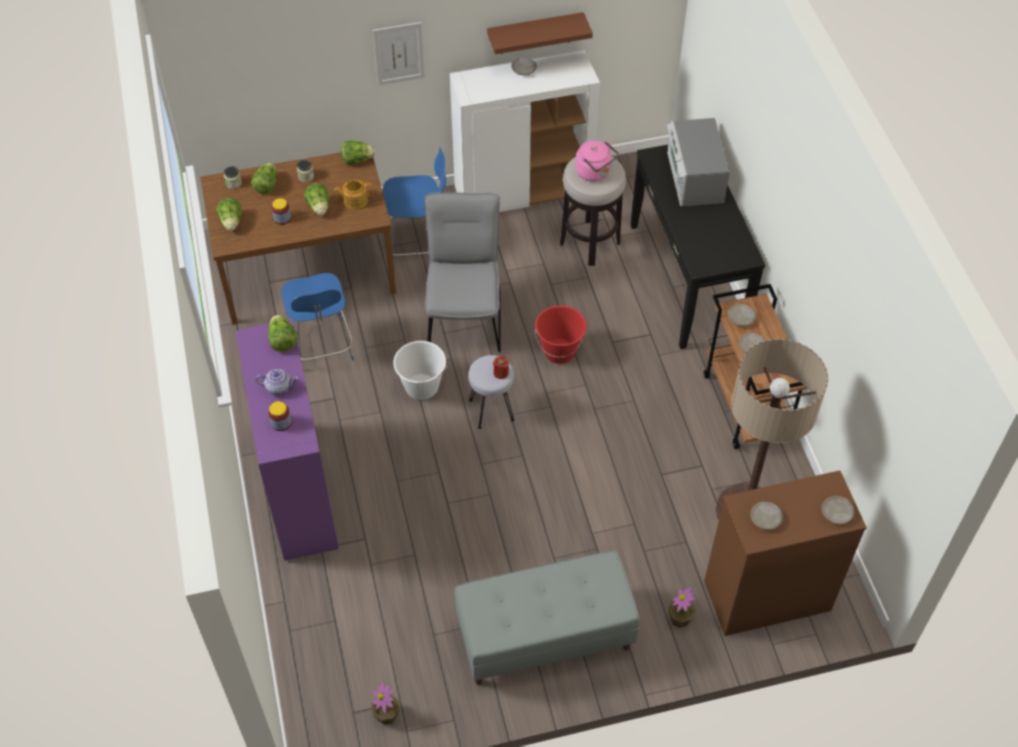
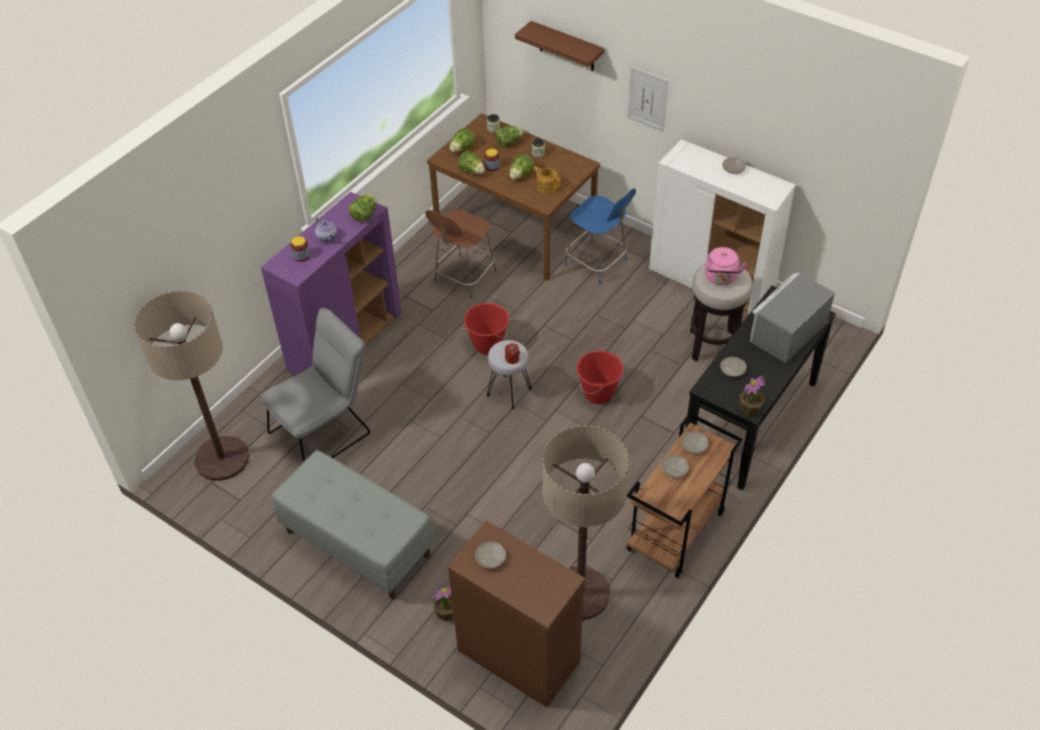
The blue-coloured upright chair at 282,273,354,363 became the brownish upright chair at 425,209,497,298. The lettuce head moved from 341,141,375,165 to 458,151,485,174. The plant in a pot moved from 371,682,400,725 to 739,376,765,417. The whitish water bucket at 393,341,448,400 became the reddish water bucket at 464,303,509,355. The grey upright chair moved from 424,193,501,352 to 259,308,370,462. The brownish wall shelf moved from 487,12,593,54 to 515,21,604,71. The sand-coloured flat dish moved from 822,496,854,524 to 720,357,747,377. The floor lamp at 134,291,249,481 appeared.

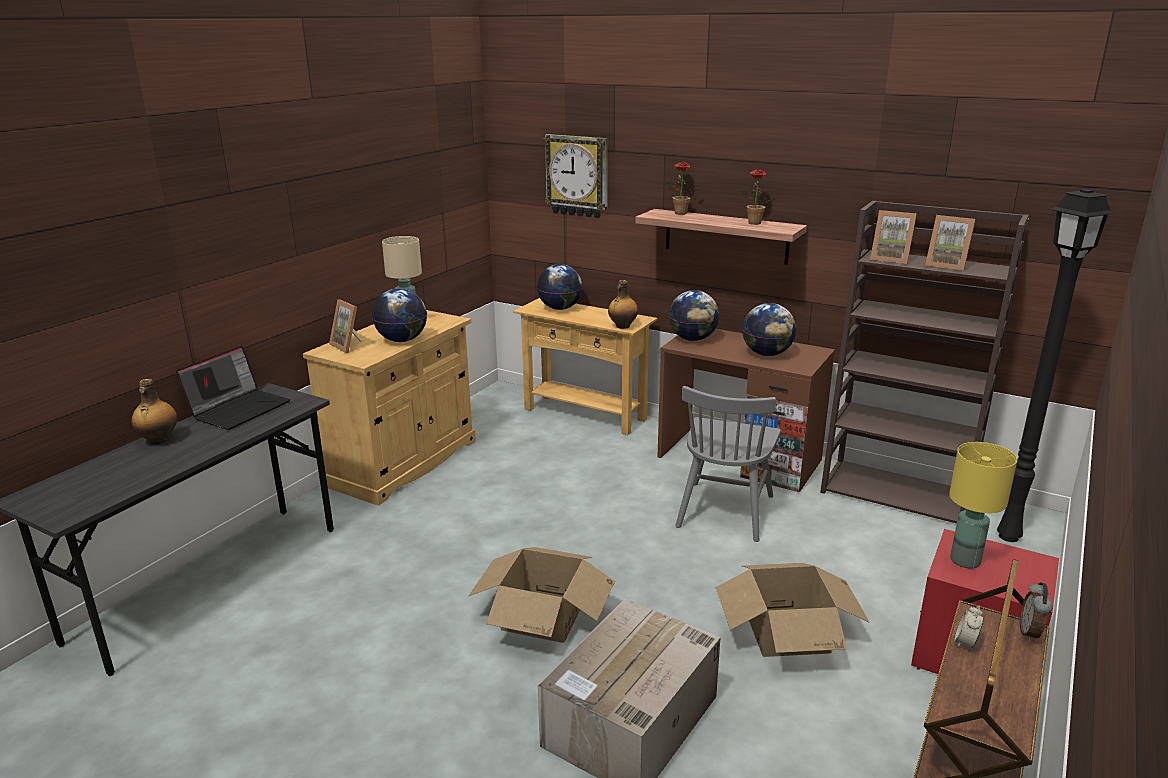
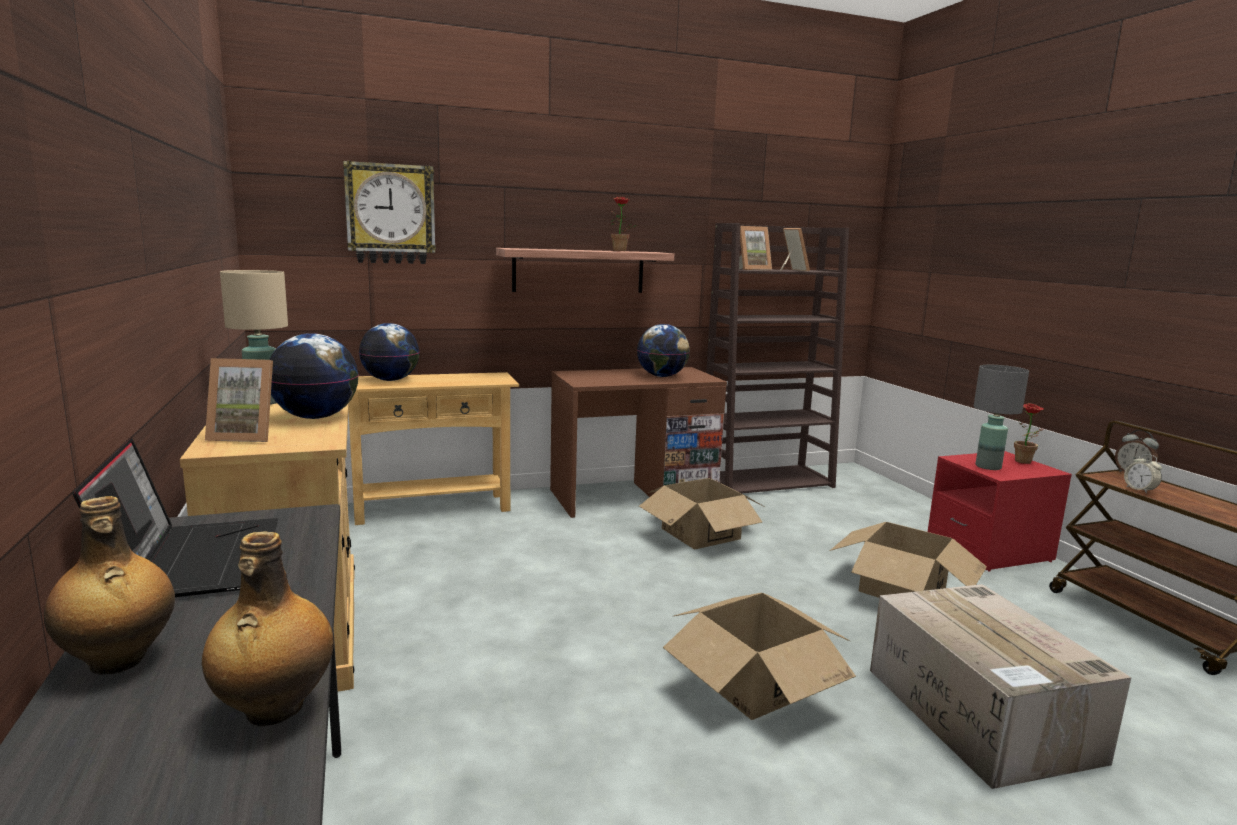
The beverage bottle moved from 608,280,638,329 to 202,532,334,726. The plant in a pot moved from 667,162,701,215 to 1014,403,1044,464. The globe at 668,290,720,341 disappeared. The grey upright chair at 675,386,781,542 was replaced by the cardboard box at 639,478,764,549. The photo frame at 925,215,976,271 turned 90 degrees counterclockwise. The yellowish lamp for a table at 949,442,1017,568 became the grey lamp for a table at 974,365,1029,470. The blackish floor lamp at 997,189,1115,542 disappeared.

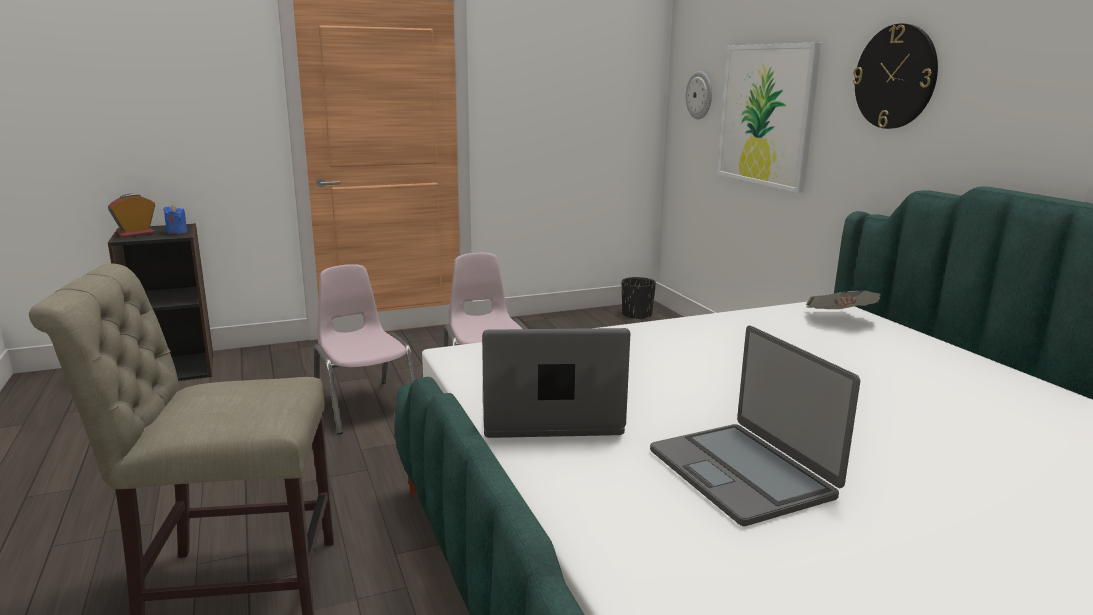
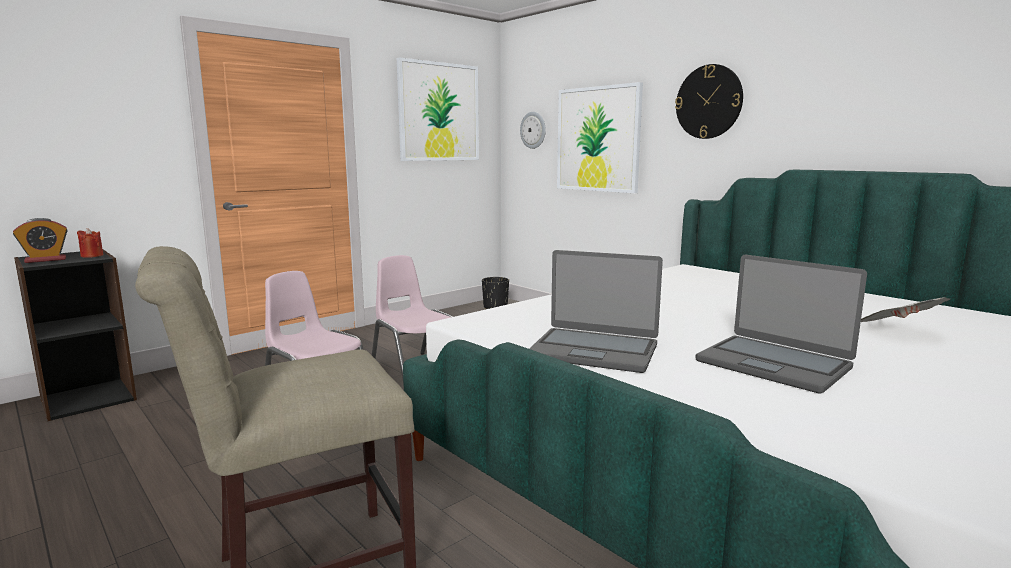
The table clock at 108,194,156,238 turned 150 degrees counterclockwise. The blue-coloured wax light at 163,205,187,234 became the reddish wax light at 77,228,104,258. The portable computer at 482,328,630,438 turned 135 degrees counterclockwise. The printed paper moved from 806,290,881,309 to 861,297,950,322. The picture at 397,57,479,161 appeared.

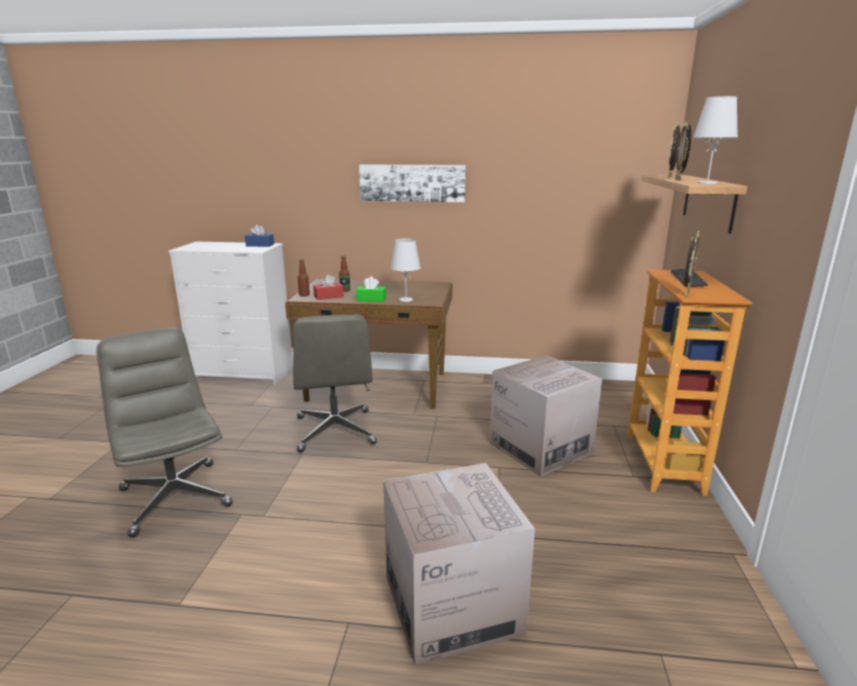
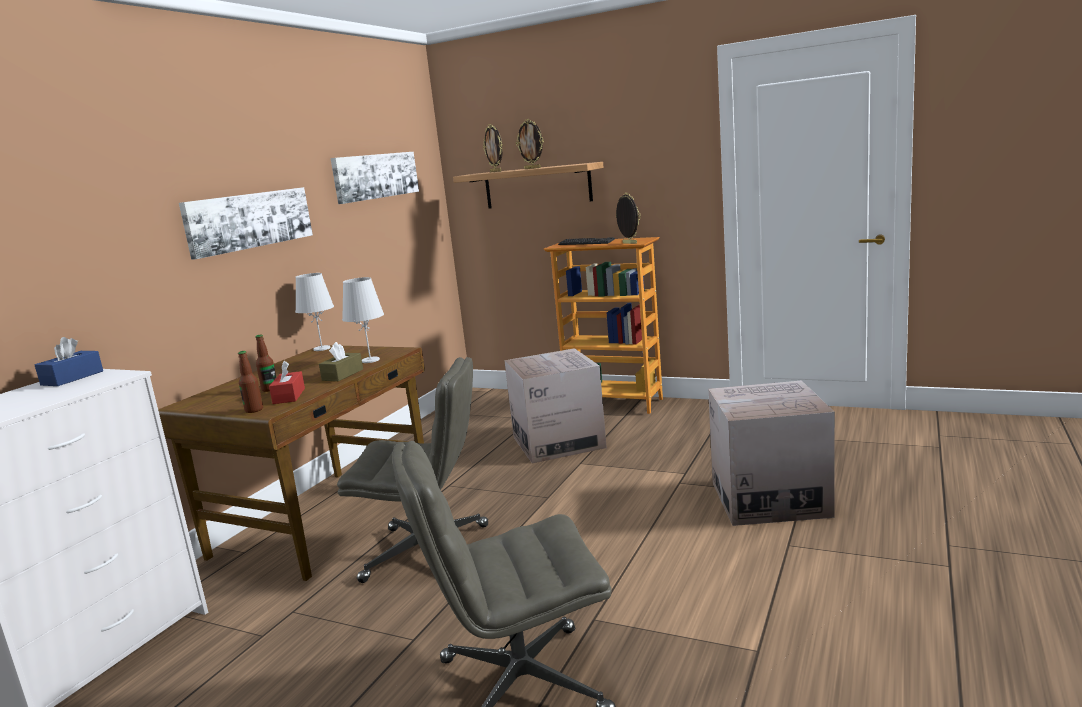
The green-coloured box of tissues at 356,277,386,302 became the brownish box of tissues at 319,342,363,381. The whitish lamp for a table moved from 693,96,738,184 to 295,273,334,351. The picture at 331,152,419,204 appeared.

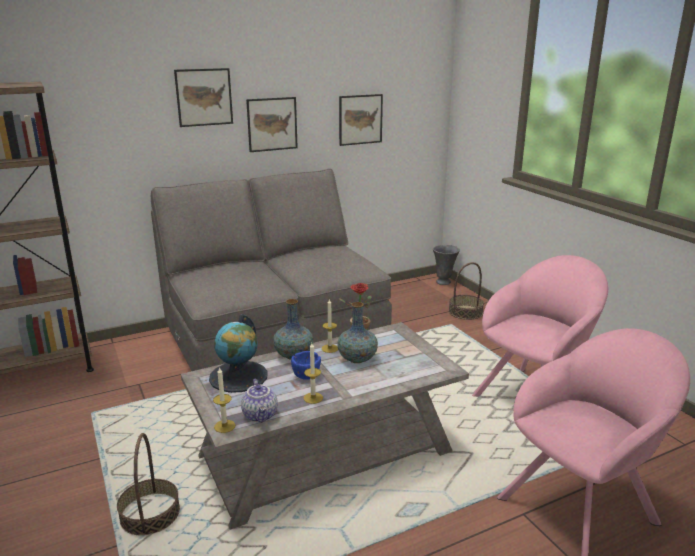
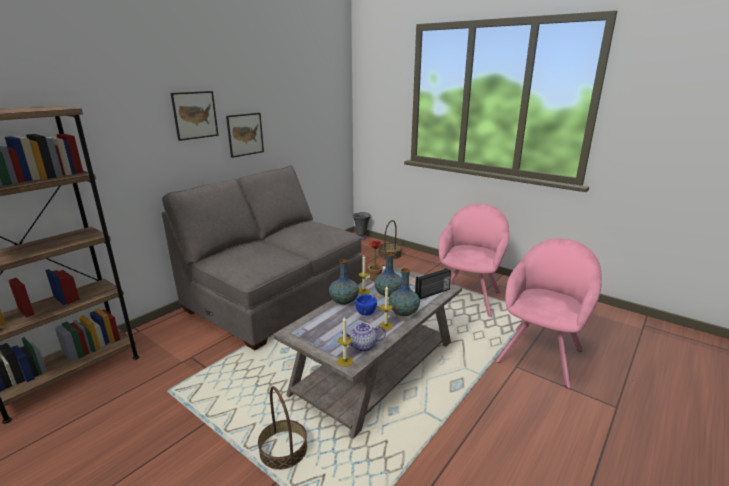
The globe at 209,314,268,393 disappeared. The pot for tea at 241,379,278,422 turned 120 degrees clockwise. The picture at 339,94,383,146 disappeared. The vase at 388,268,420,316 appeared. The radio at 415,268,451,299 appeared.

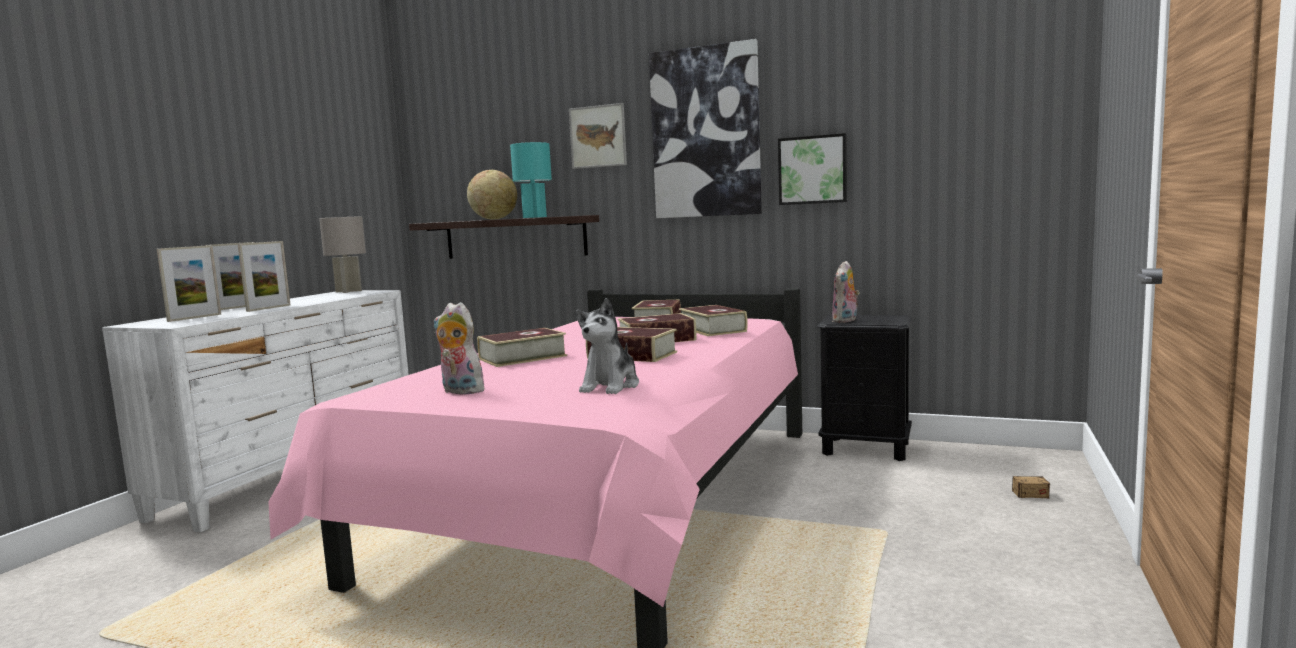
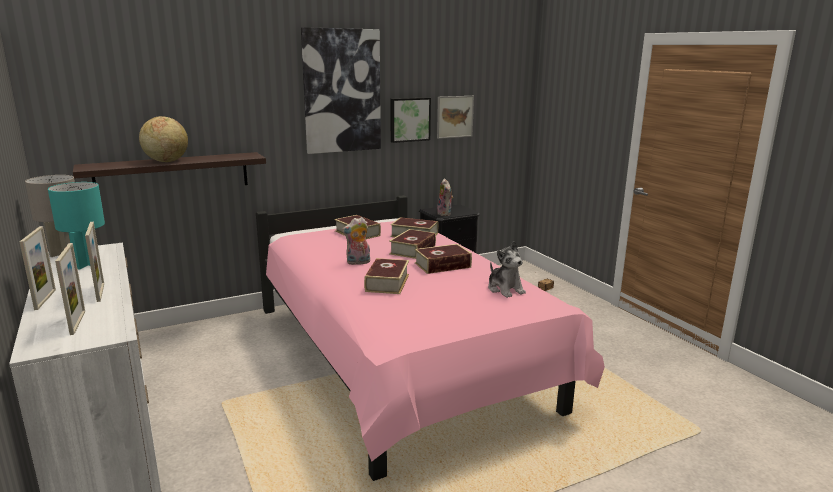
The plush toy moved from 434,302,484,395 to 342,217,370,265. The blue-green lamp for a table moved from 510,142,552,218 to 48,182,105,269. The picture moved from 569,103,627,169 to 437,96,474,139.

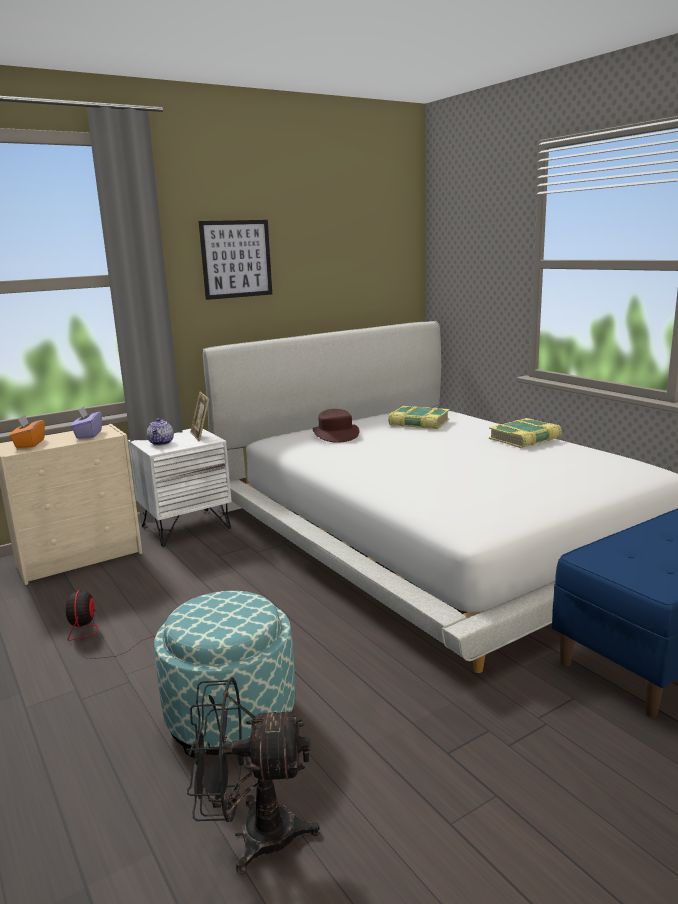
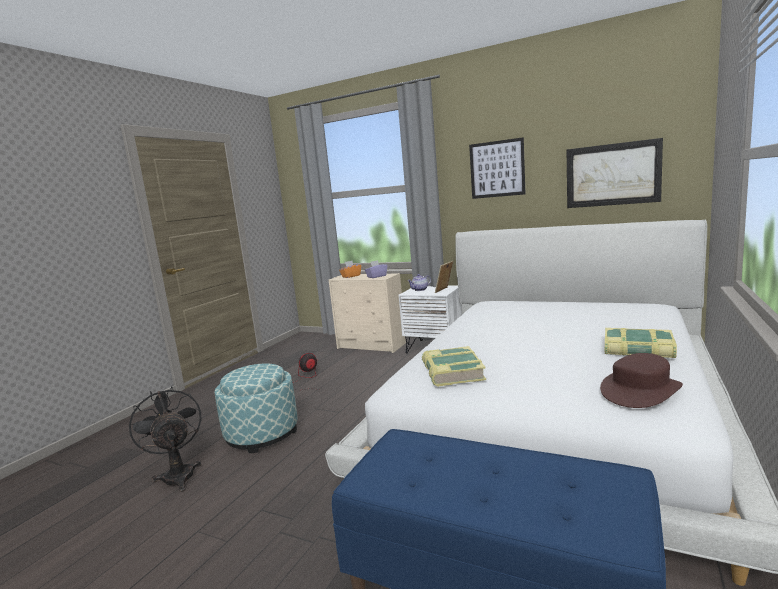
The brownish wearable hat moved from 313,409,360,443 to 600,353,683,408. The book moved from 388,406,450,429 to 422,346,486,387. The picture at 567,138,663,208 appeared.

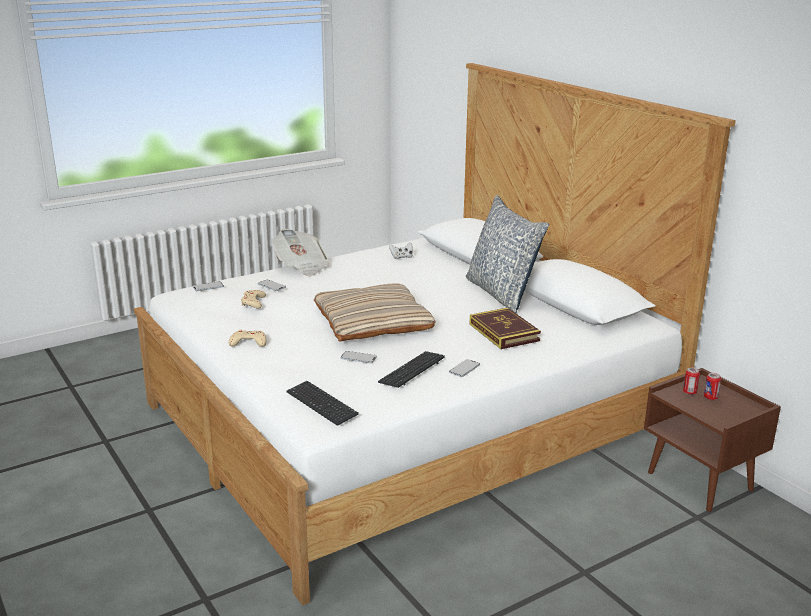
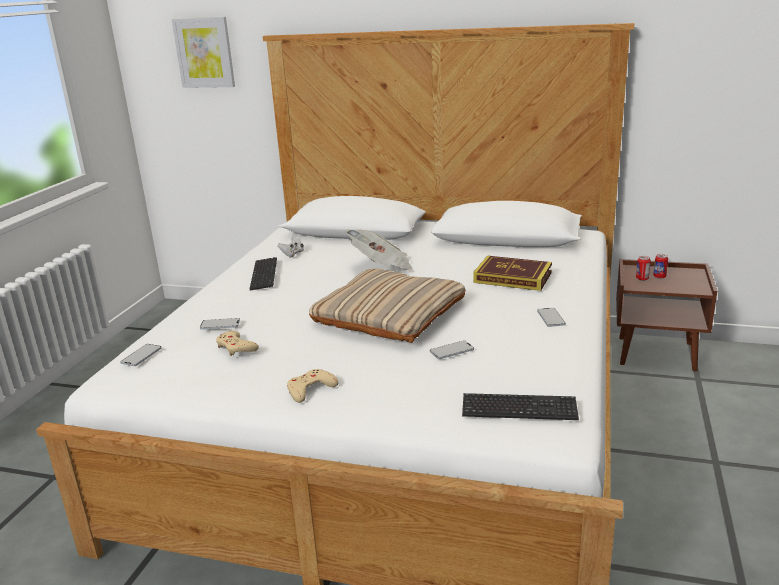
The printed paper moved from 272,229,330,277 to 345,229,413,271. The PC keyboard moved from 378,351,445,388 to 250,257,277,291. The pillow at 466,195,549,313 disappeared. The picture at 172,17,235,88 appeared.

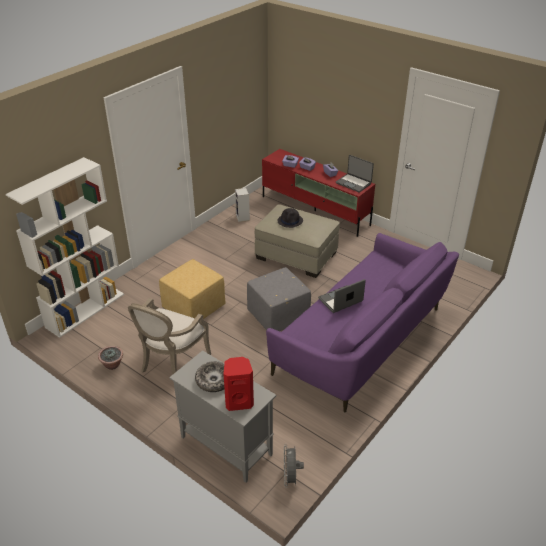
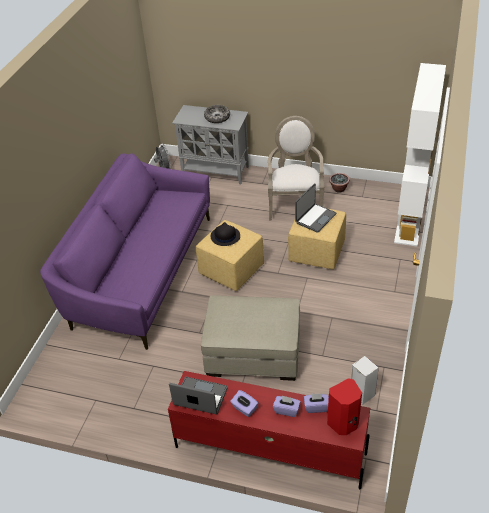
The reddish speaker moved from 223,357,254,411 to 327,378,362,435. The grey footrest at 247,267,311,331 became the yellowish footrest at 196,220,264,291. The blackish wearable hat moved from 277,208,303,228 to 211,222,240,246. The portable computer moved from 318,279,366,313 to 295,183,337,233.

